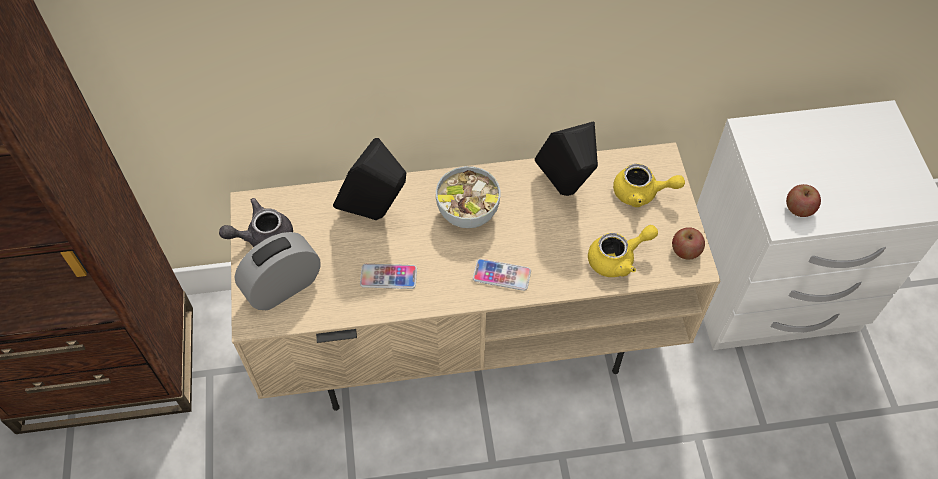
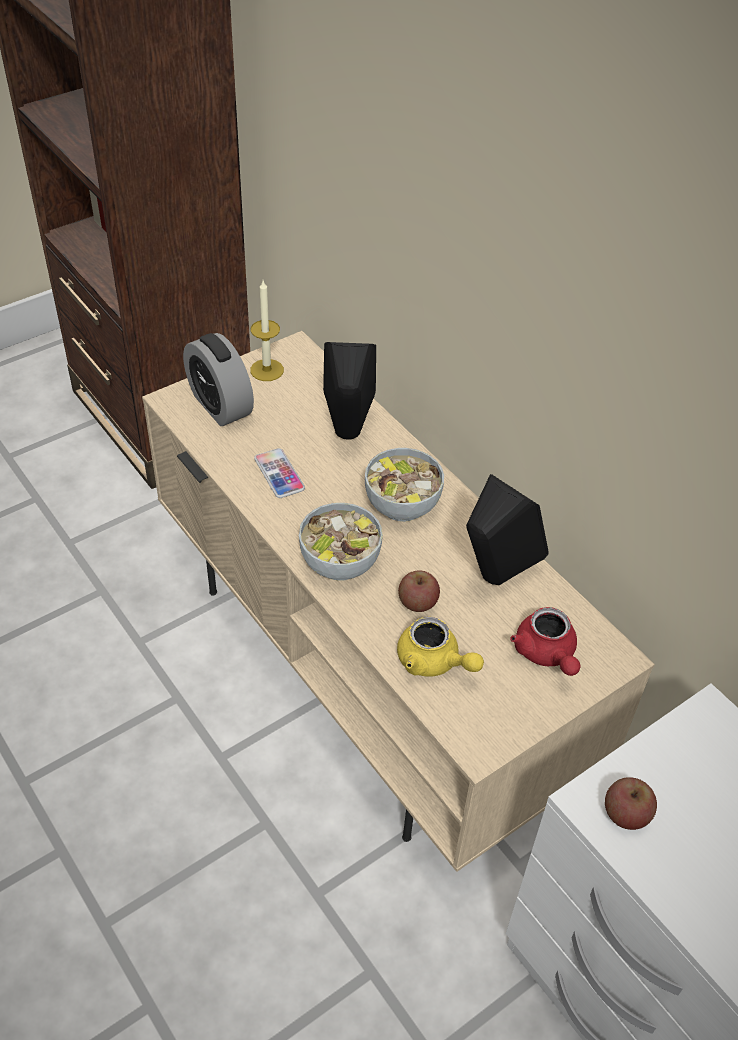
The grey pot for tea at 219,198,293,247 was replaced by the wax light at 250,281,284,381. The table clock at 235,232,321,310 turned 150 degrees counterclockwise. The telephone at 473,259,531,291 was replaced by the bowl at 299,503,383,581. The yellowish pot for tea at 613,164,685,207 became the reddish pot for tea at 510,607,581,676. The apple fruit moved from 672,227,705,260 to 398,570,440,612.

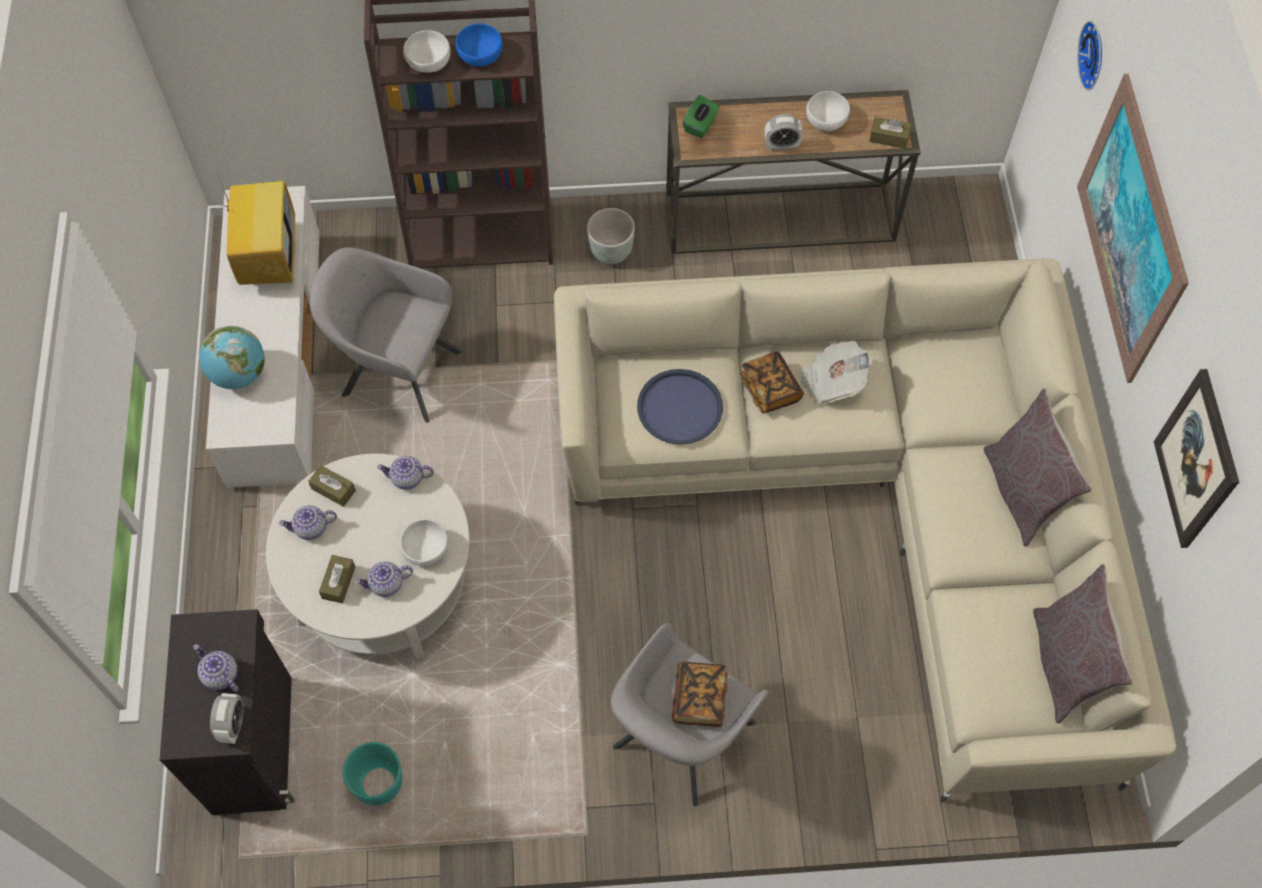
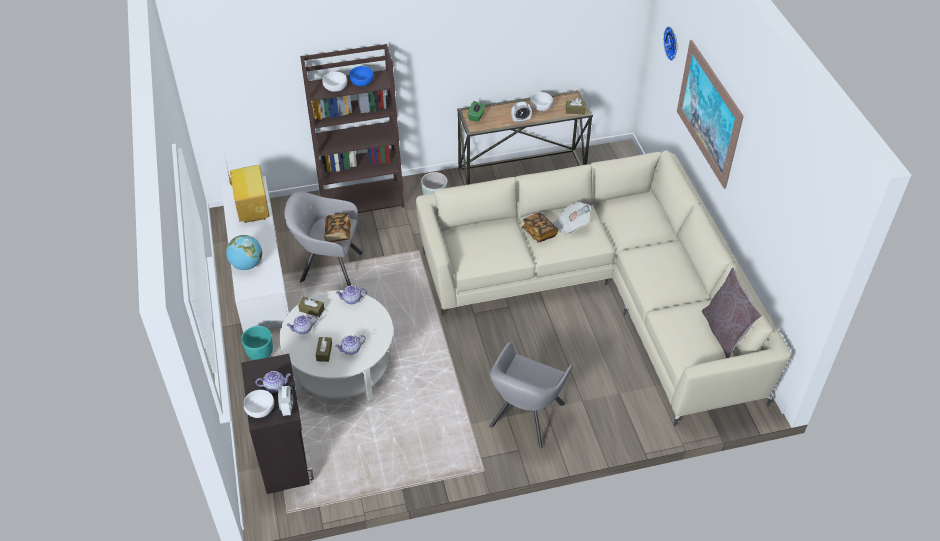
The pot for tea at 193,644,239,692 turned 135 degrees clockwise. The blue-green planter moved from 343,742,402,805 to 241,326,273,360. The whitish bowl moved from 400,519,448,566 to 243,390,274,418. The blue-coloured tray at 637,369,723,445 disappeared. The book moved from 672,662,728,727 to 325,213,351,242. The grey pillow at 983,389,1092,547 disappeared. The picture at 1154,369,1239,548 disappeared.

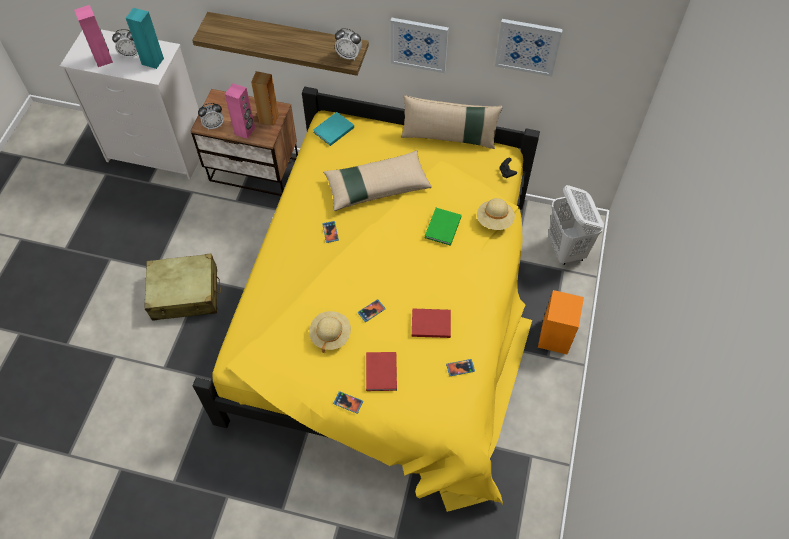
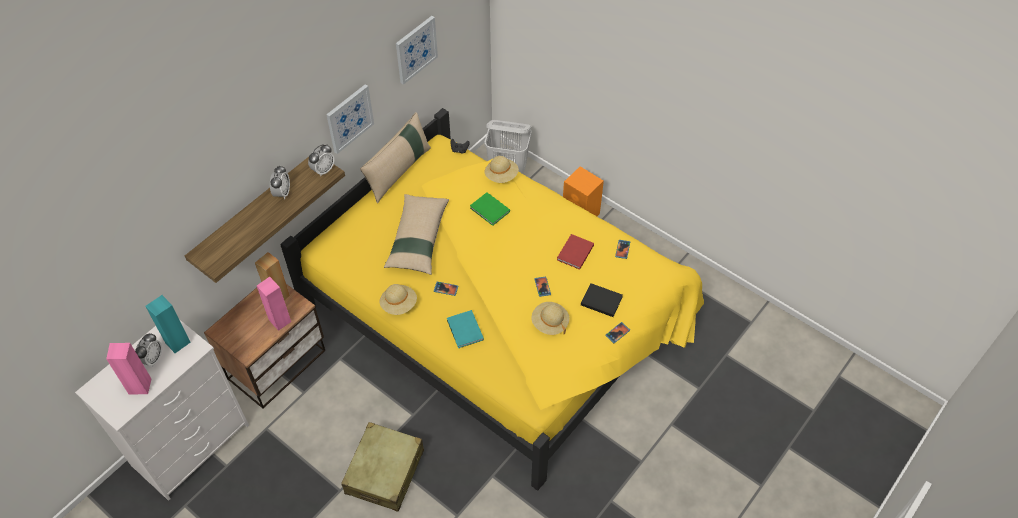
The table clock moved from 198,103,224,130 to 270,165,290,199. The blue-green book moved from 313,112,354,146 to 447,310,484,348. The reddish book at 366,352,397,391 became the blackish book at 581,283,623,317. The sand-coloured wearable hat at 380,284,417,315 appeared.

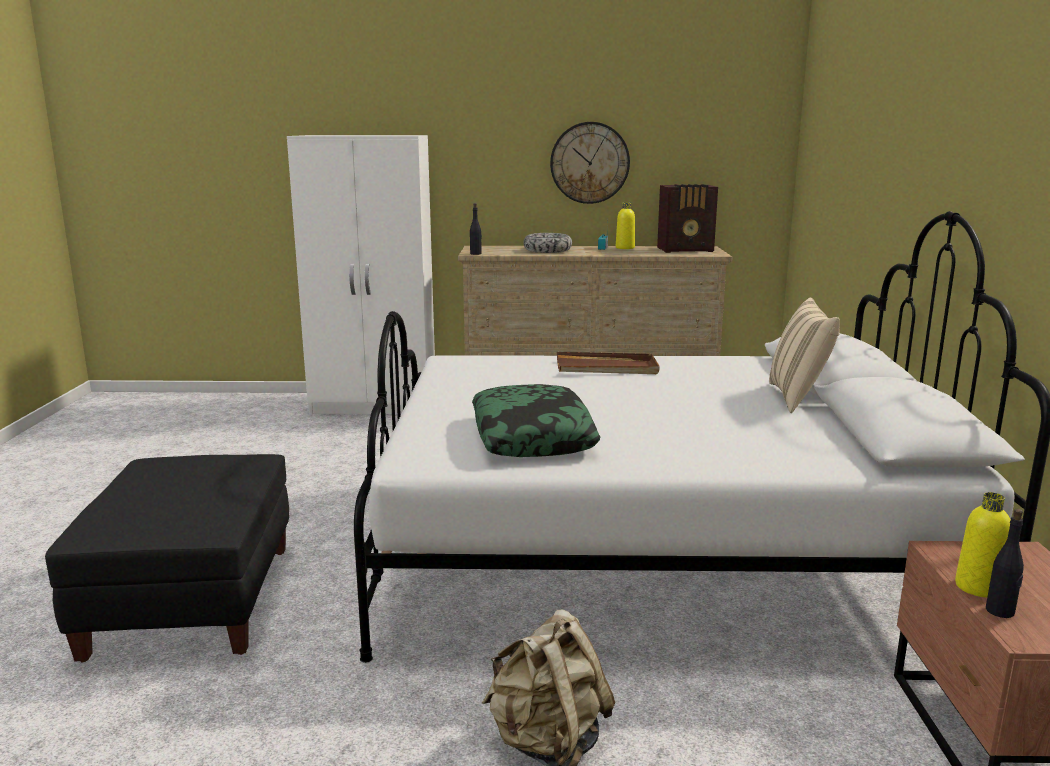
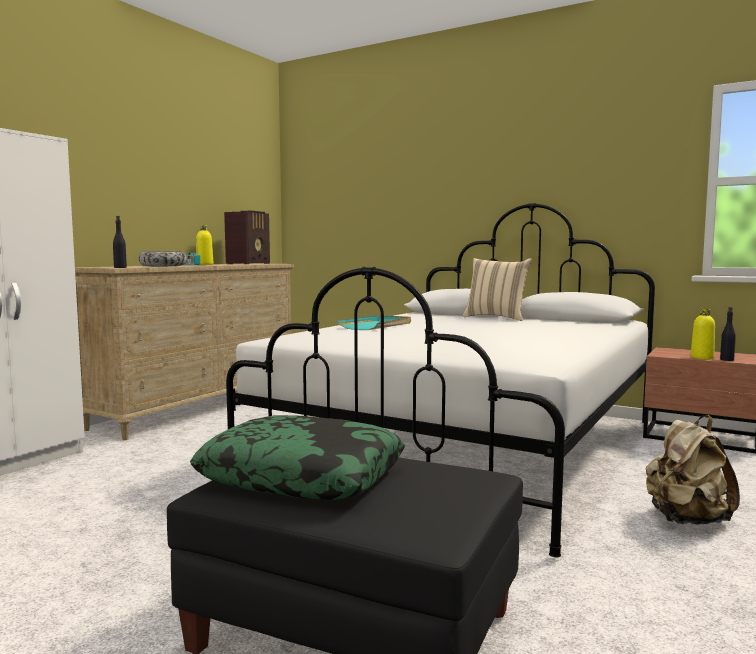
The pillow moved from 472,384,600,457 to 190,415,405,500. The wall clock at 550,122,630,204 disappeared. The brownish tray at 557,352,660,374 became the blue-green tray at 338,315,411,330.

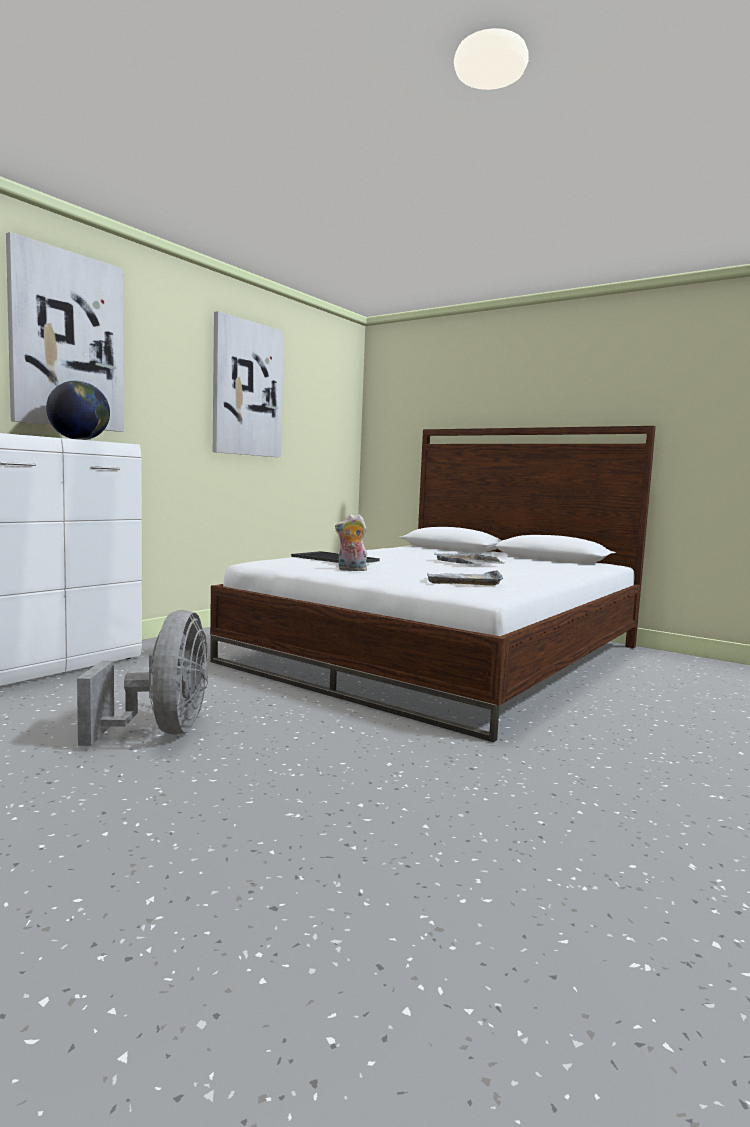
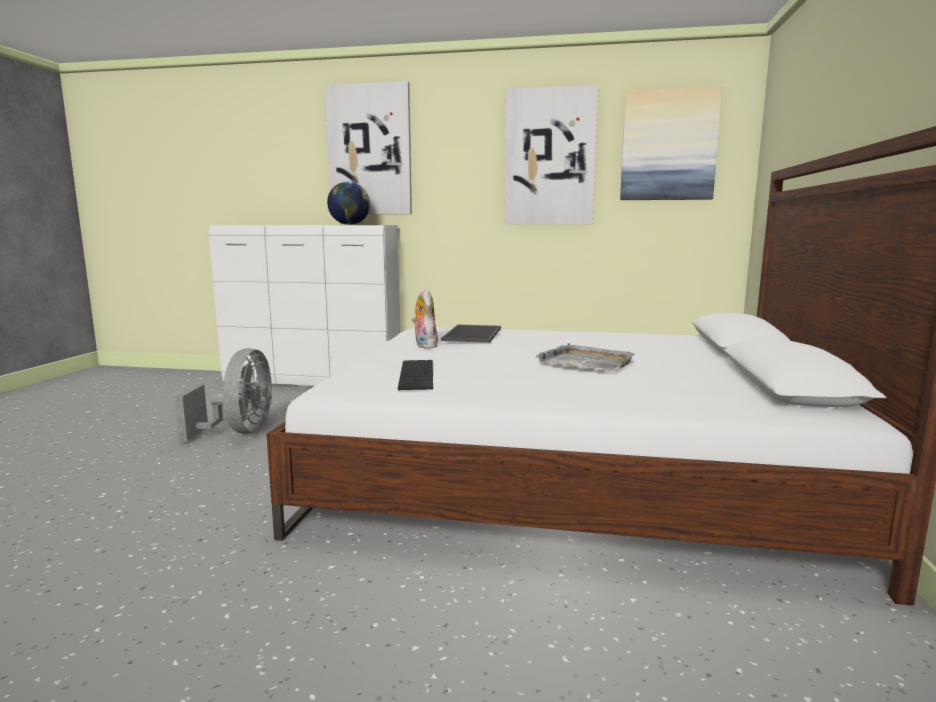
The grey cooling fan at 77,610,208,746 turned 60 degrees counterclockwise. The grey tray at 427,570,503,586 was replaced by the PC keyboard at 398,360,433,390. The picture at 620,87,722,200 appeared.

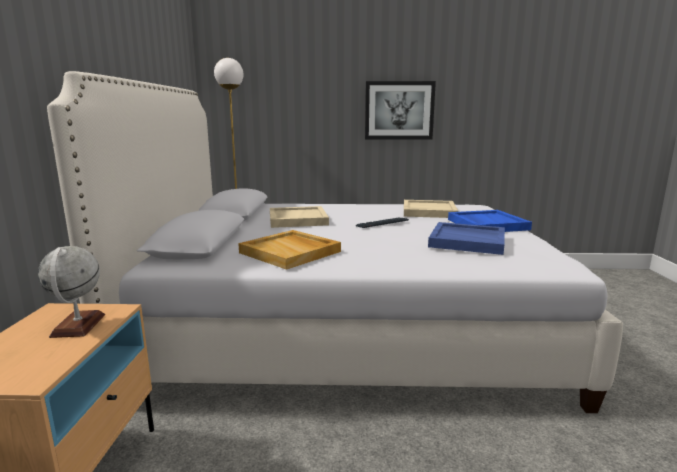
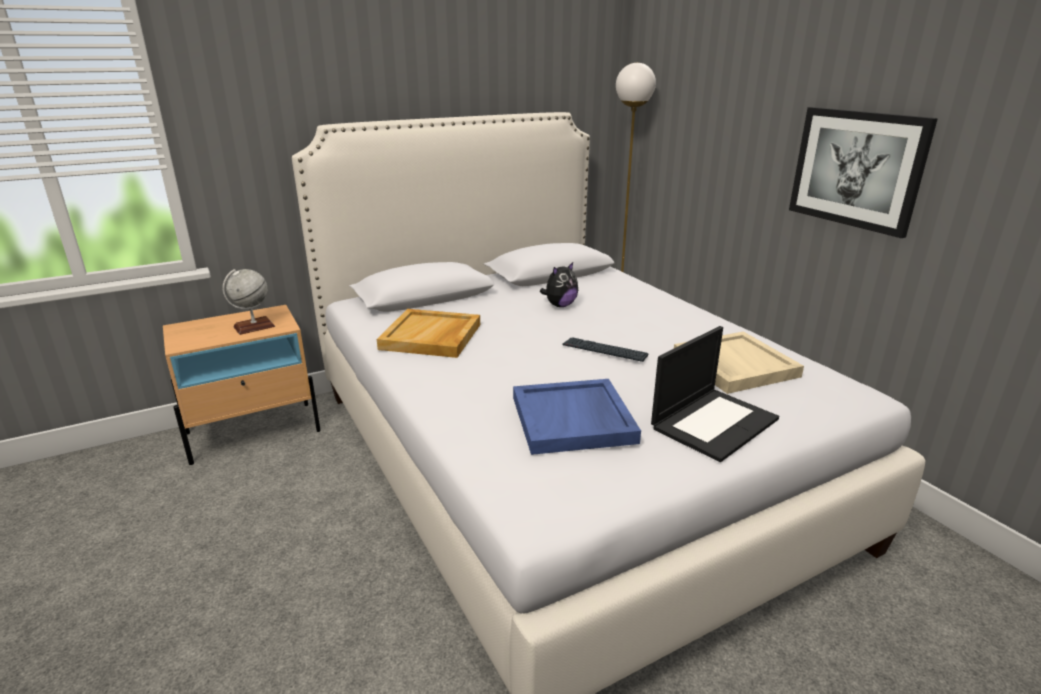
The sand-coloured tray at 270,206,329,228 was replaced by the plush toy at 540,262,578,307. The blue-coloured tray at 448,210,532,232 was replaced by the portable computer at 651,326,779,462.

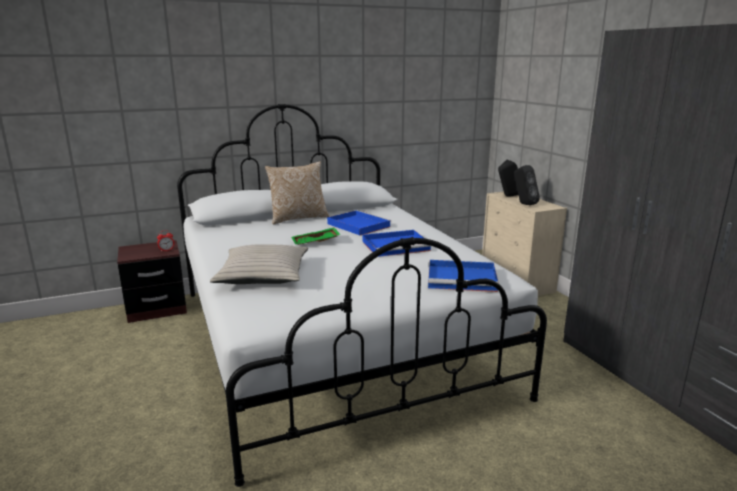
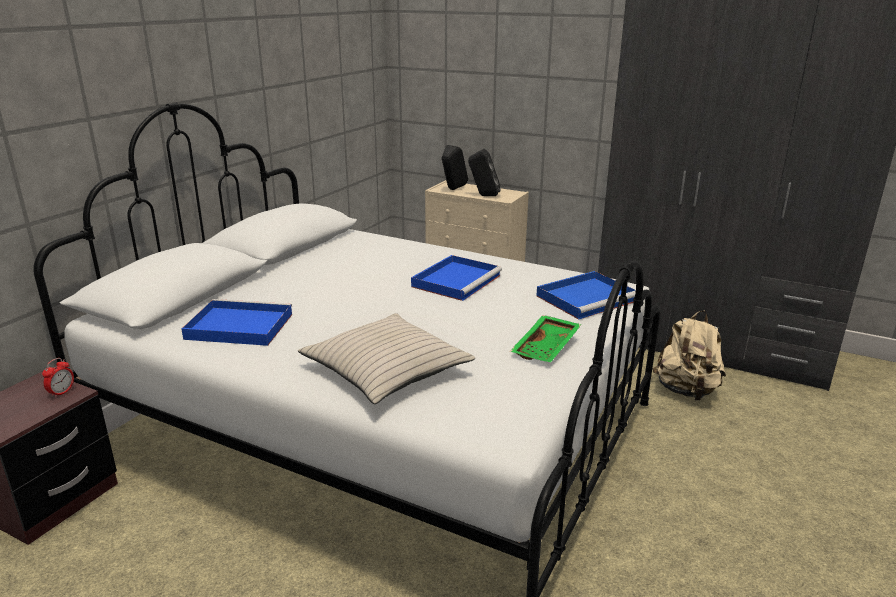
The pillow at 265,161,329,225 disappeared. The green-coloured tray moved from 291,227,341,245 to 510,315,582,362. The blue-coloured tray moved from 327,210,392,236 to 181,299,292,346. The sand-coloured knapsack at 653,311,726,400 appeared.

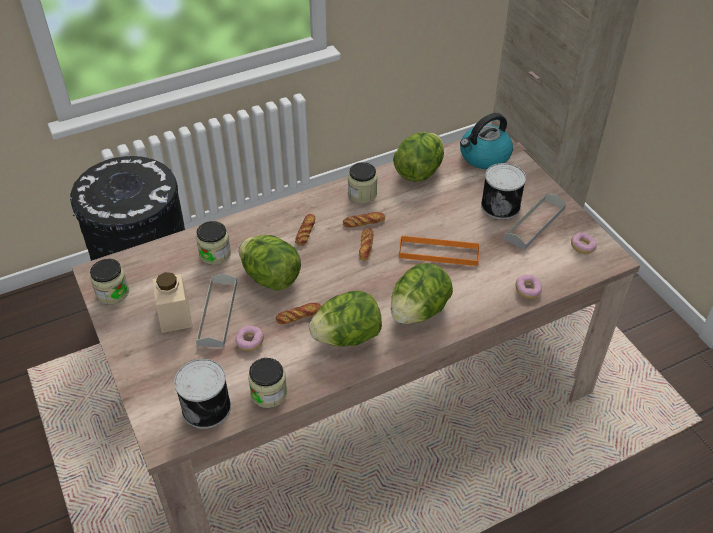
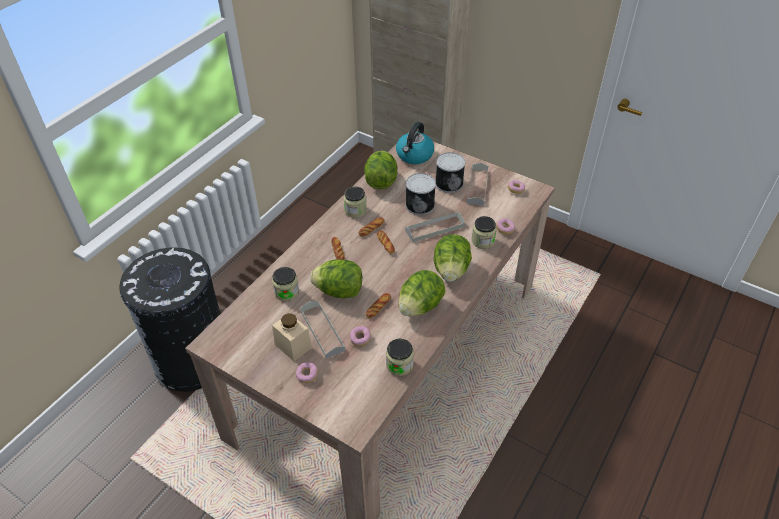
The storage jar moved from 90,259,129,305 to 472,216,497,249. The can moved from 174,359,231,429 to 405,173,436,215. The orange tray at 399,235,480,266 became the grey tray at 405,212,465,242. The ring doughnut at 296,362,318,383 appeared.

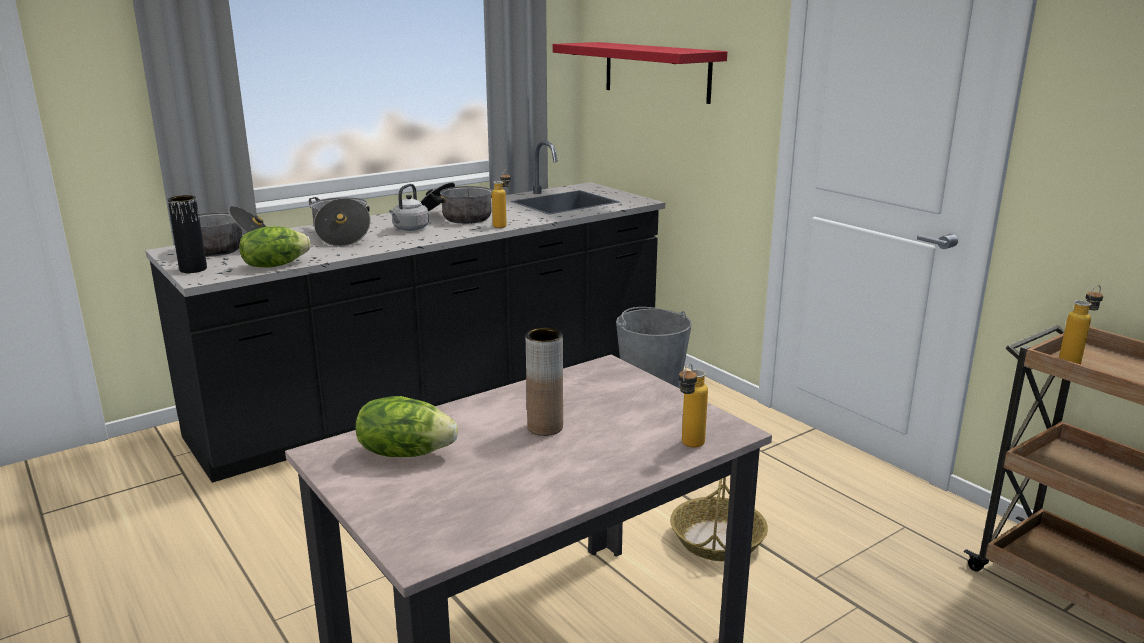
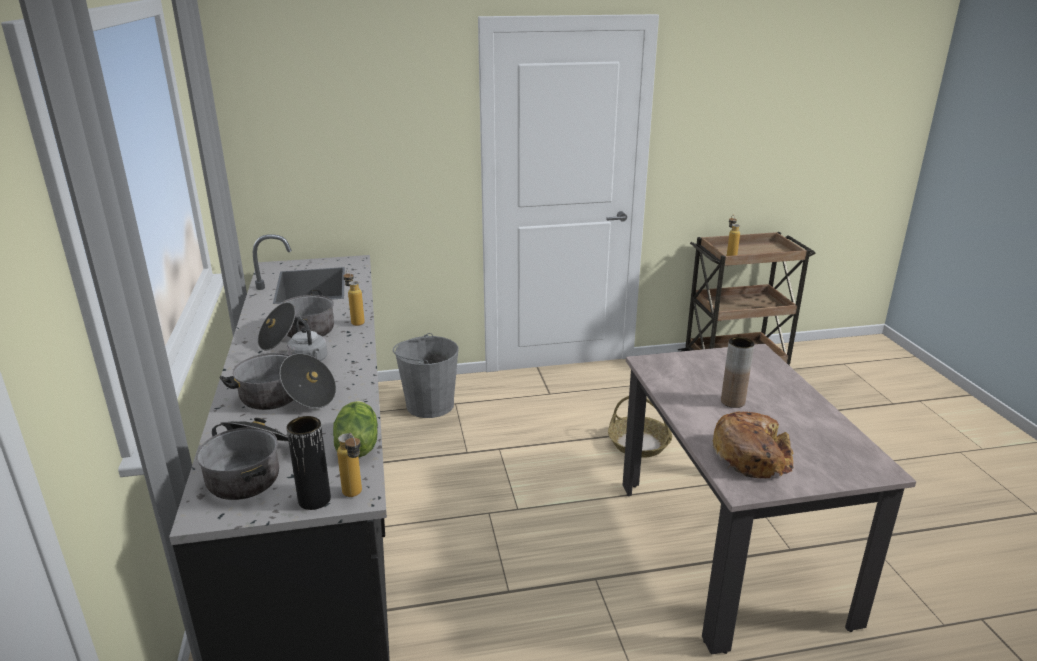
The lettuce head at 355,396,458,457 was replaced by the bread at 712,412,794,479. The reddish wall shelf at 553,42,727,104 disappeared. The beverage bottle moved from 679,364,708,448 to 337,433,362,497.

